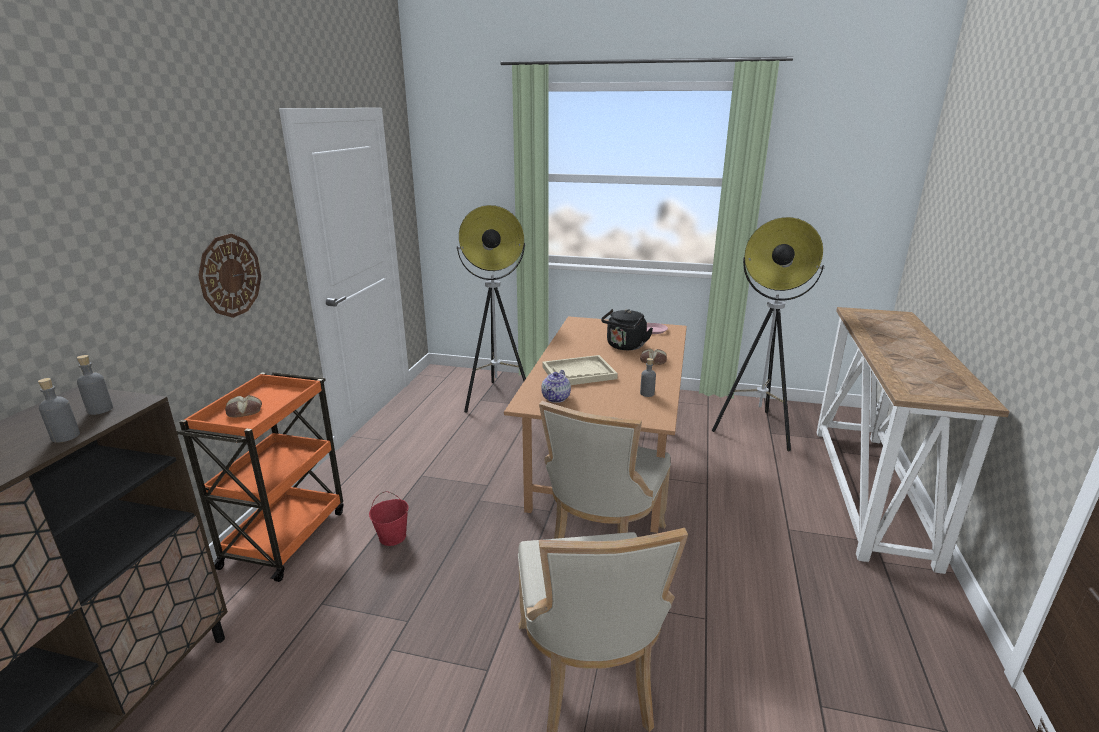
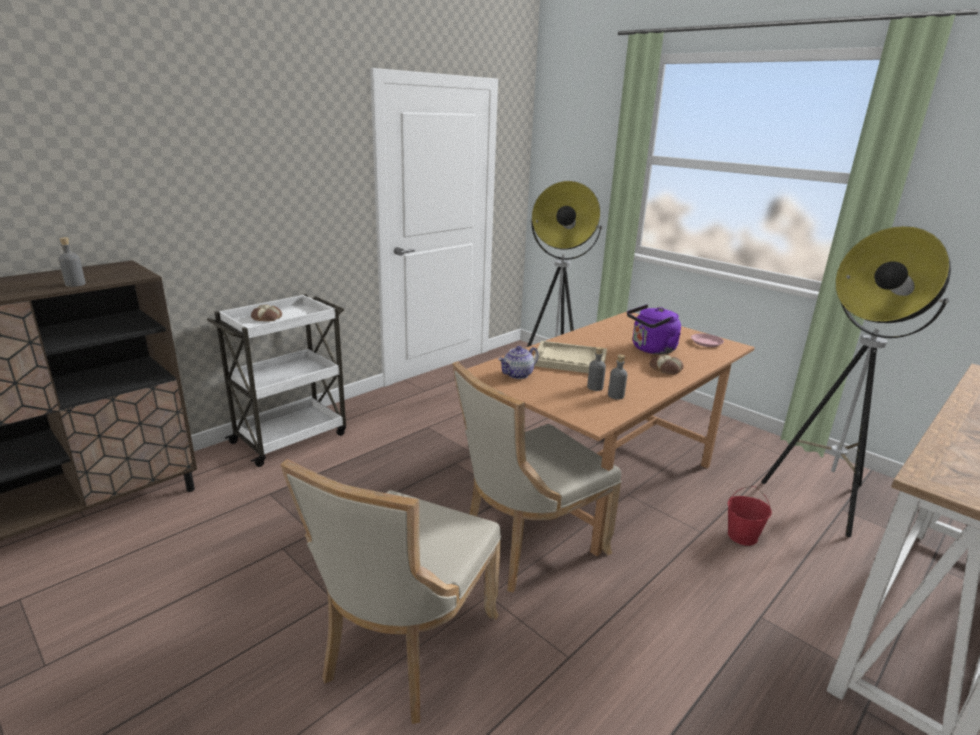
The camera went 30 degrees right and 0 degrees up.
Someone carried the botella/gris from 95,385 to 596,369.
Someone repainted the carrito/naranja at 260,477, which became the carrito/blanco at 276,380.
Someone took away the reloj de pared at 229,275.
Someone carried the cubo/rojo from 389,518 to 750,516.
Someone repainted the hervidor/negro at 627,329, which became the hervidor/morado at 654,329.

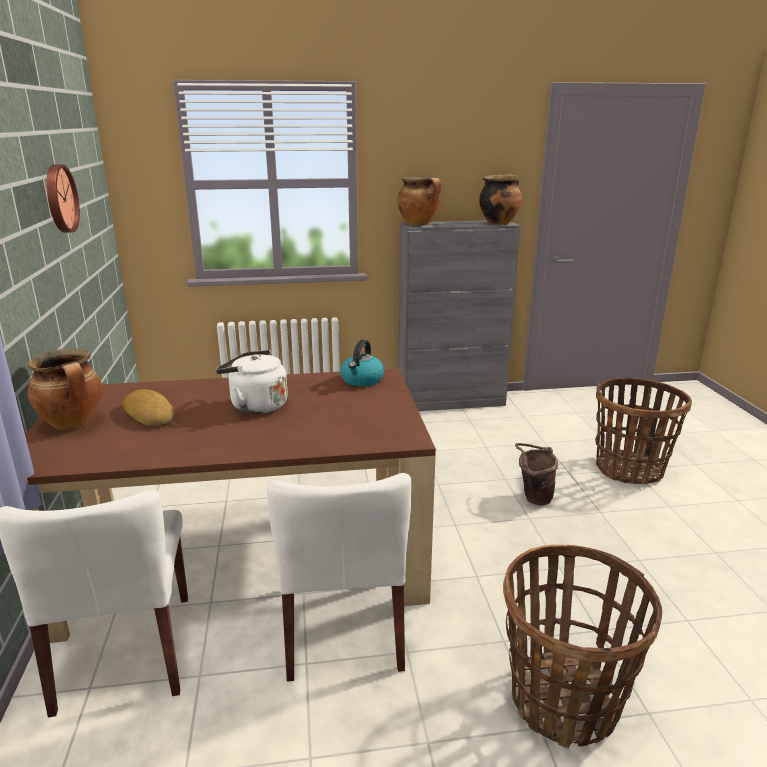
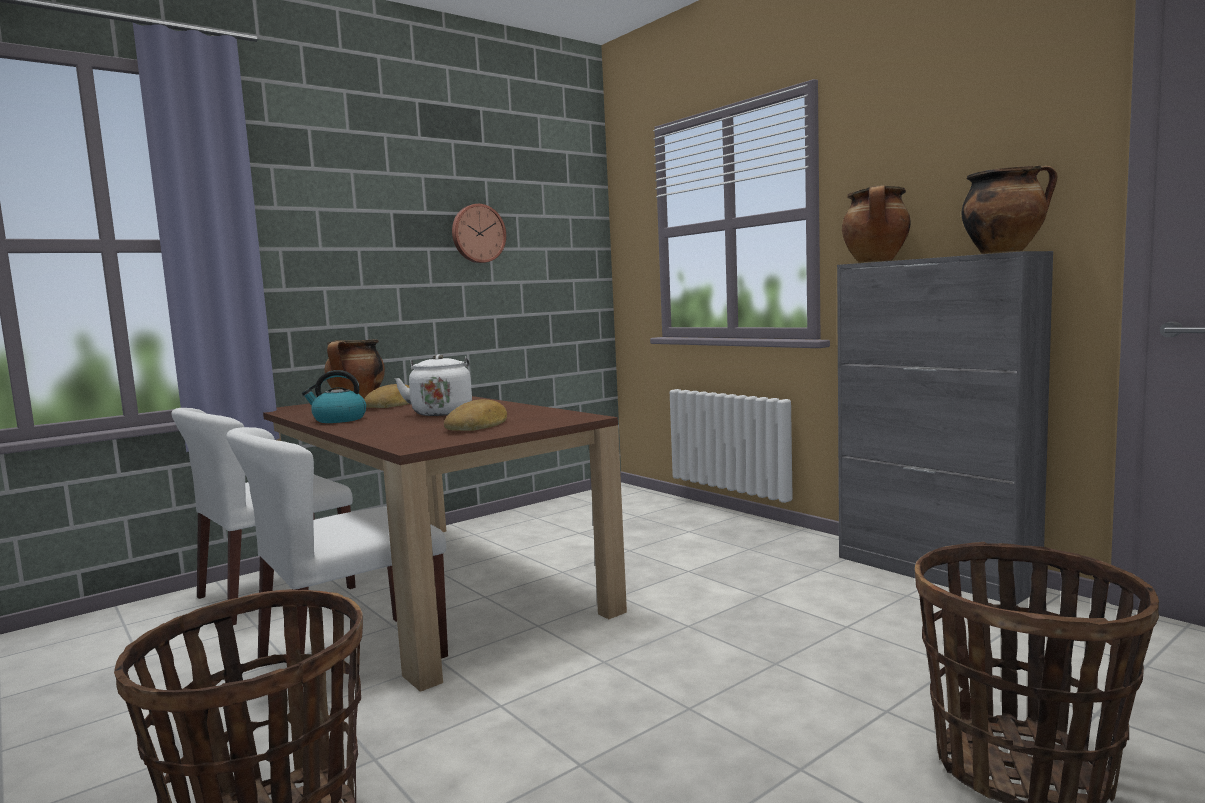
The camera went 60 degrees right and 15 degrees down.
Someone carried the hervidor from 362,363 to 334,396.
Someone took away the cubo/marrón at 536,474.
Someone put down the pan at 475,415.

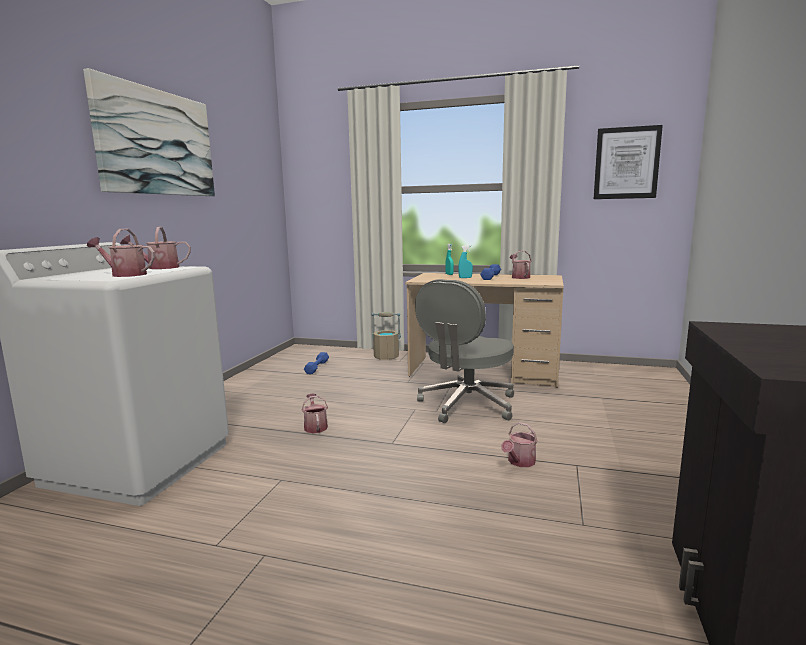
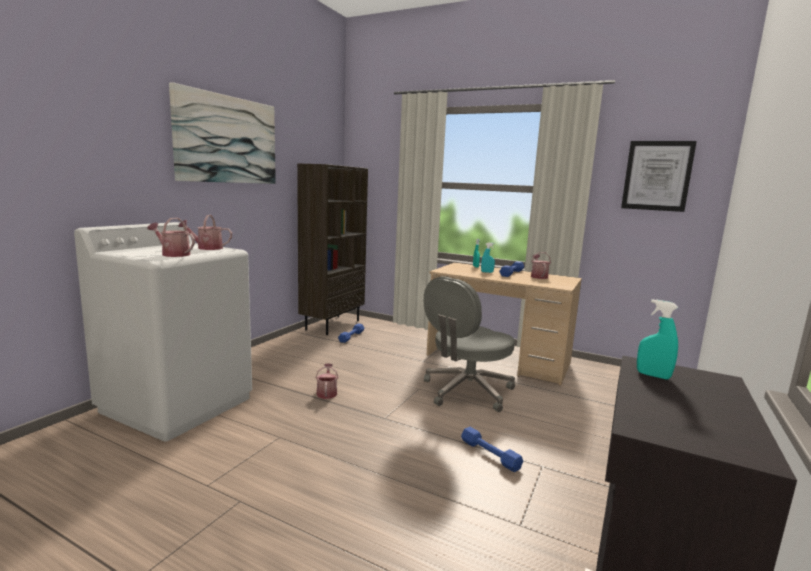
The camera went 10 degrees right and 0 degrees up.
Someone took away the cubo/beis at 386,336.
Someone swapped the regadera at 519,444 for the mancuerna/azul at 492,449.
Someone put down the estantería/marrón at 332,249.
Someone put down the pulverizador/turquesa at 657,339.

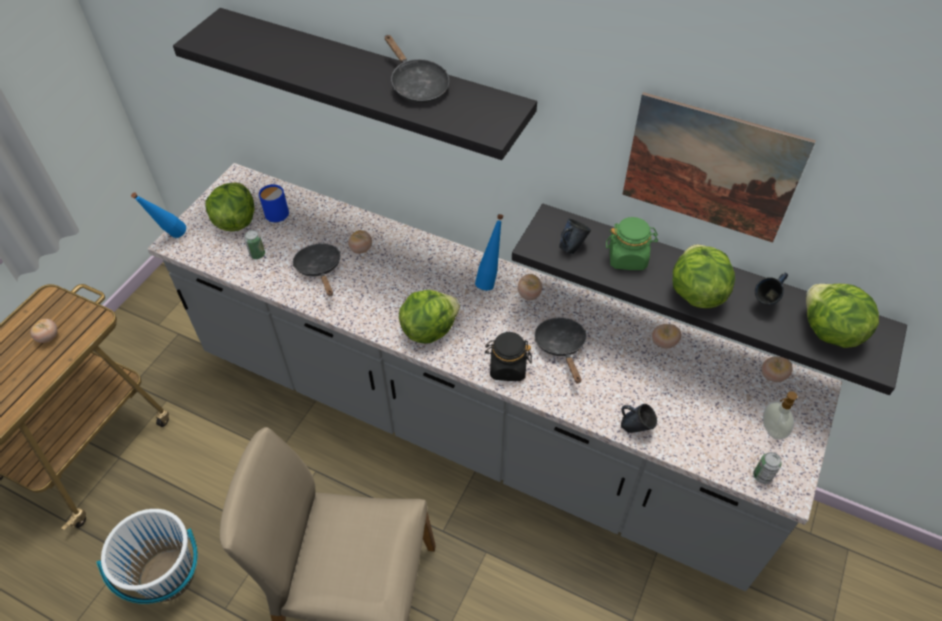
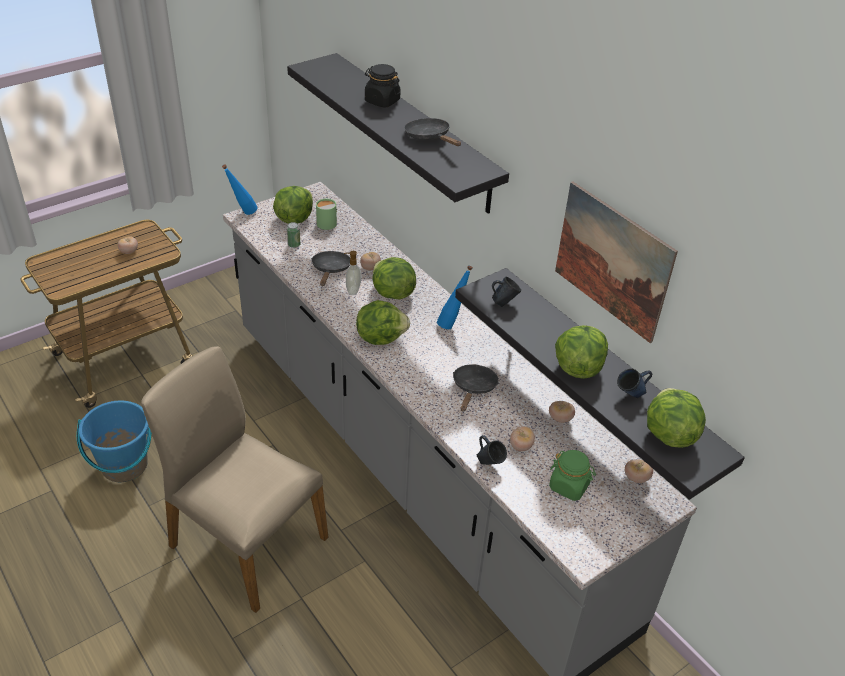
The camera went 25 degrees right and 10 degrees down.
Someone repainted the cubo/blanco at 147,556, which became the cubo/azul at 114,441.
Someone repainted the taza grande/azul at 274,203, which became the taza grande/verde at 326,214.
Someone rotated the sartén/negro at 417,69 by 150 degrees clockwise.
Someone carried the tarro/negro from 508,356 to 383,85.
Someone carried the tomate from 530,287 to 522,438.
Someone carried the tarro/verde from 632,243 to 572,475.
Someone took away the lata at 767,468.
Someone carried the dispensador de jabón from 780,415 to 352,273.
Someone put down the lechuga at 394,278.

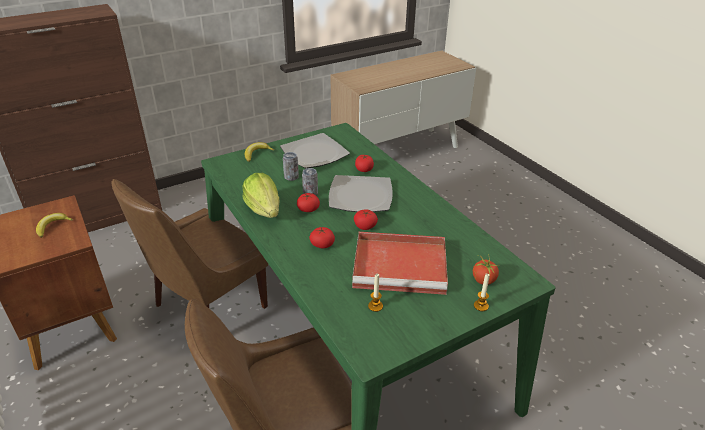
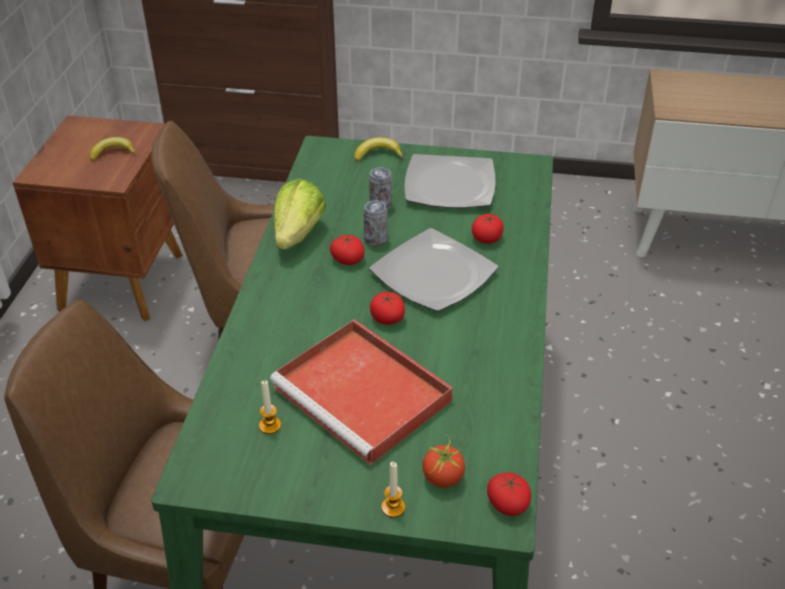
The camera went 40 degrees right and 5 degrees up.
Someone carried the tomate from 322,237 to 509,494.

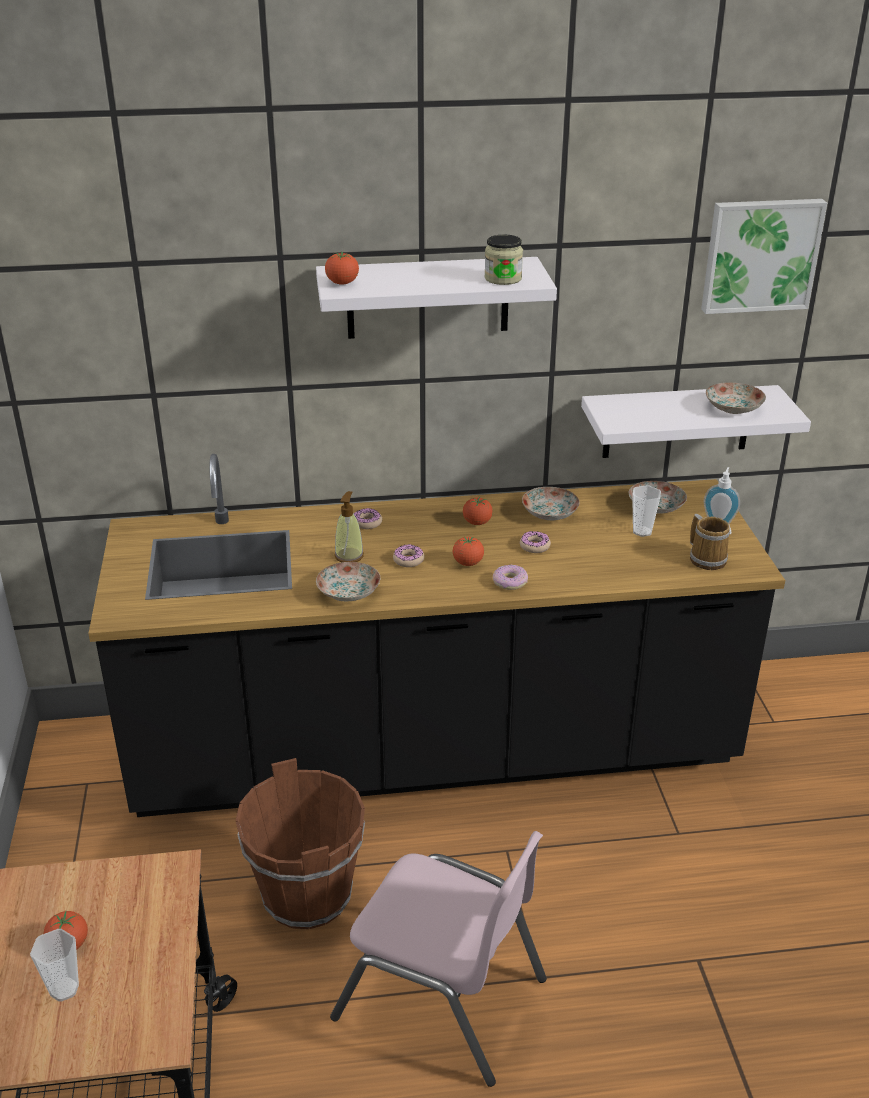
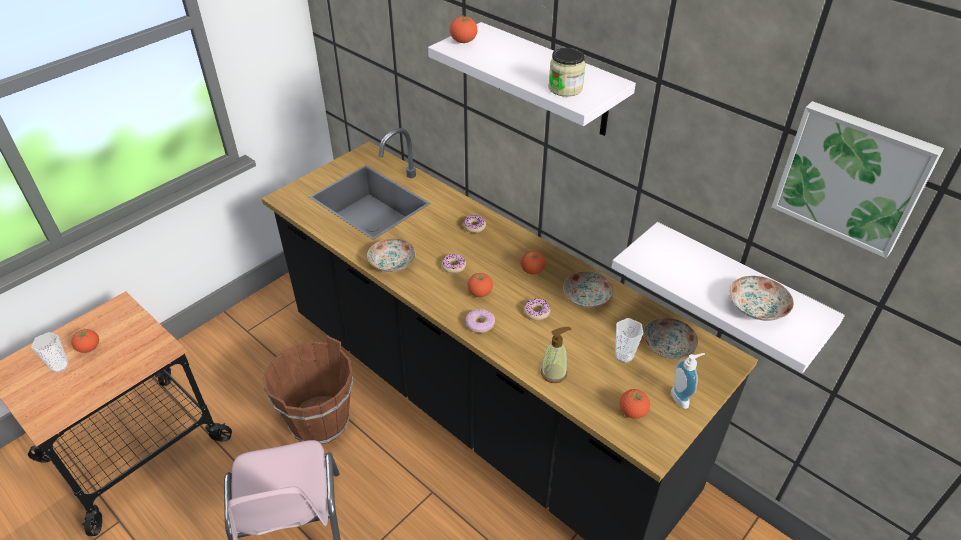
The camera went 50 degrees right and 10 degrees up.
Someone carried the dispensador de jabón from 349,526 to 556,355.
Someone swapped the taza grande at 710,542 for the tomate at 635,404.

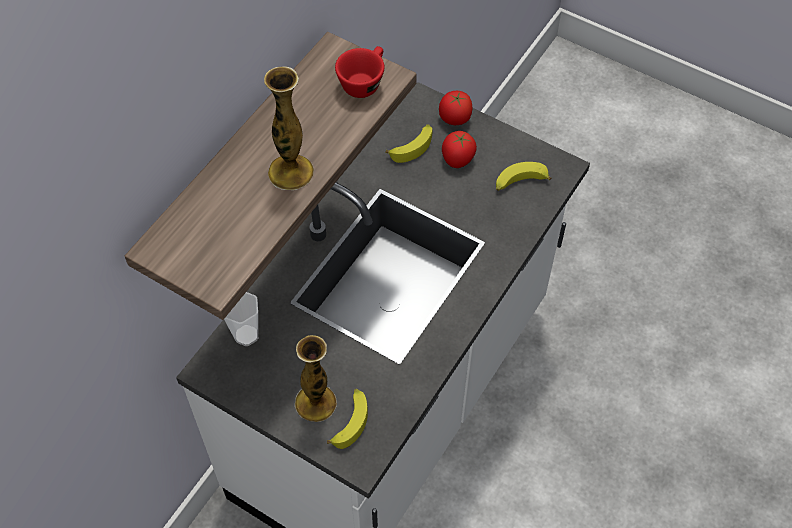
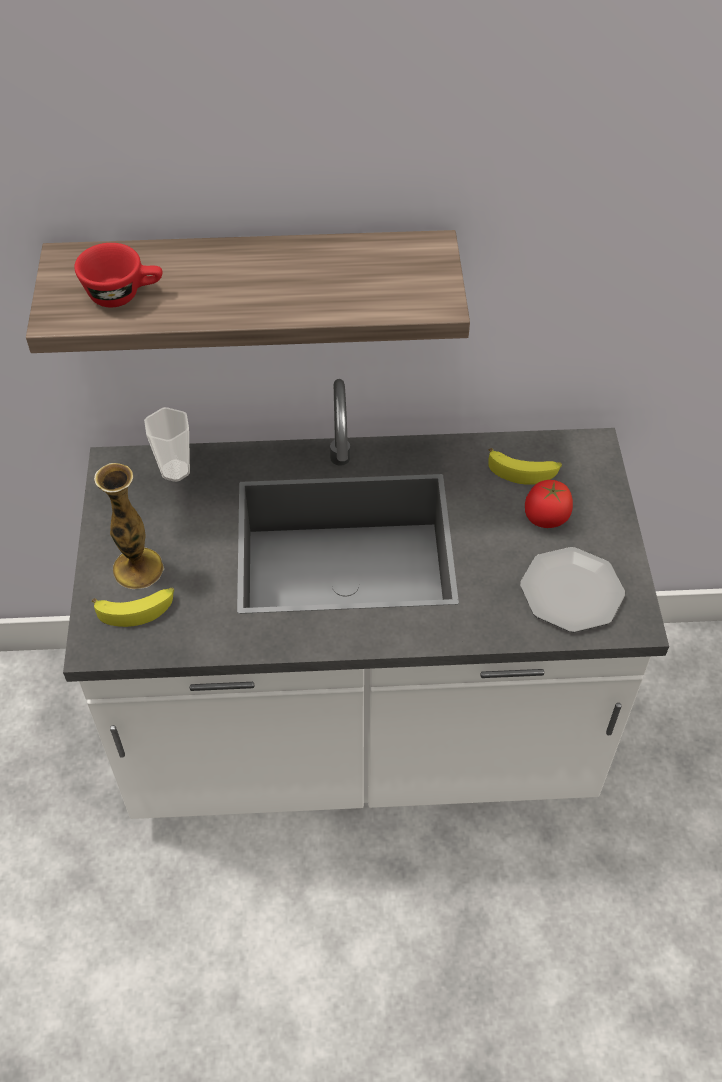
The camera went 55 degrees right and 5 degrees down.
Someone took away the florero at 289,128.
Someone carried the taza/rojo from 360,72 to 118,275.
Someone took away the tomate at 455,108.
Someone swapped the plátano at 523,176 for the plato at 572,589.

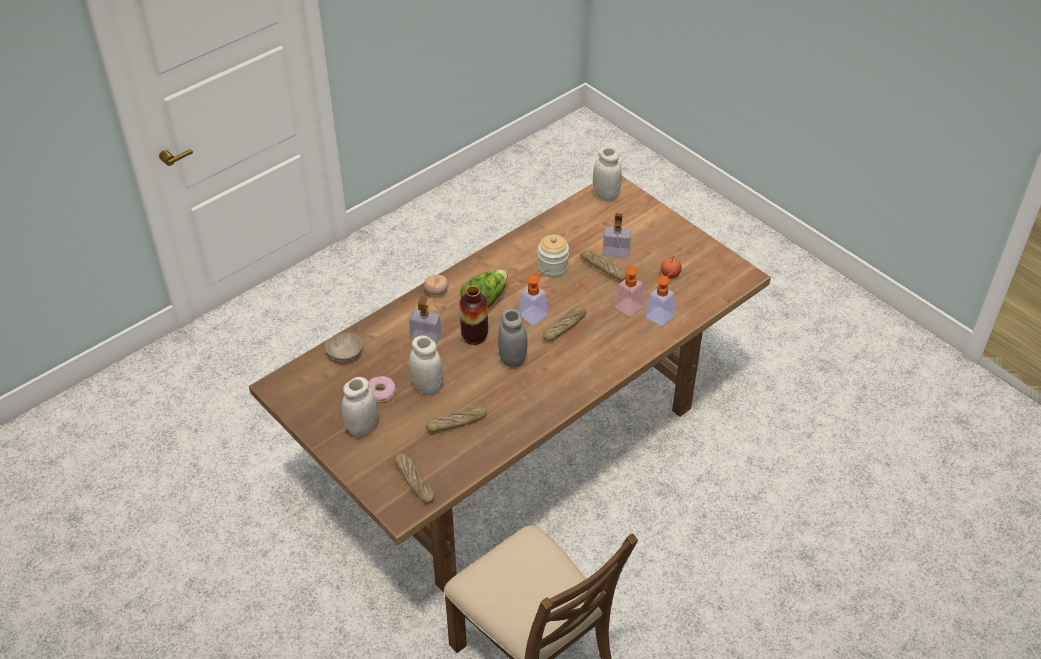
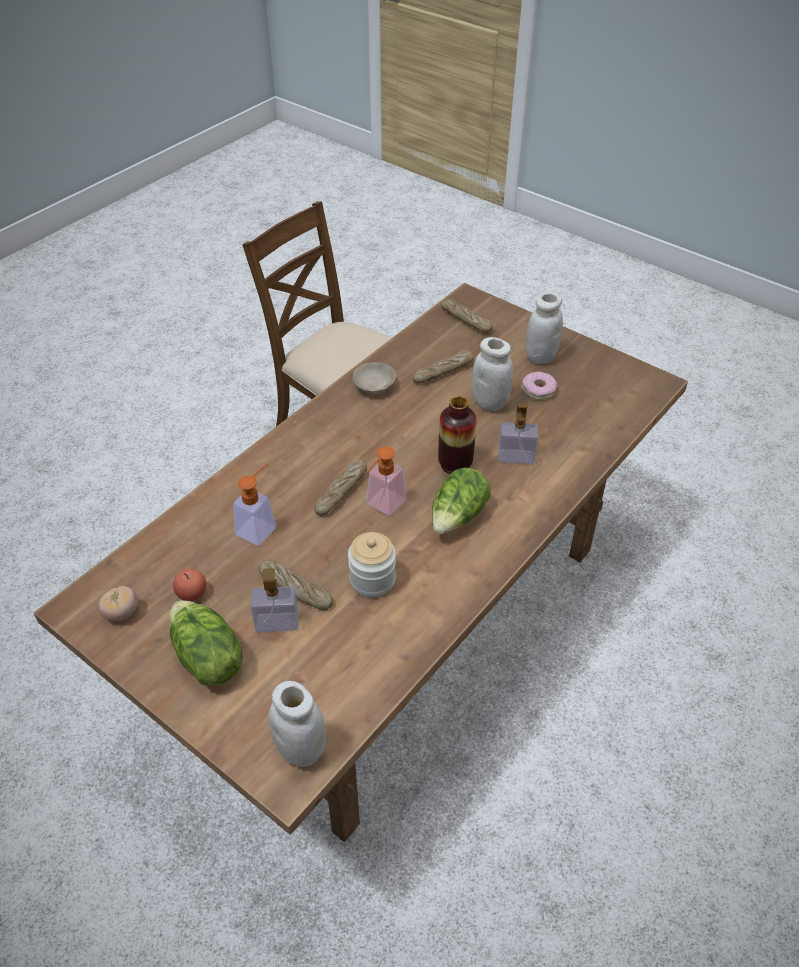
The camera went 170 degrees right and 0 degrees up.
Someone carried the cuenco/beis from 344,347 to 374,378.
Someone carried the tomate from 436,285 to 118,603.
Someone took away the tarro/gris at 513,337.
Someone took away the dispensador de jabón at 661,297.
Someone put down the lechuga at 206,643.

